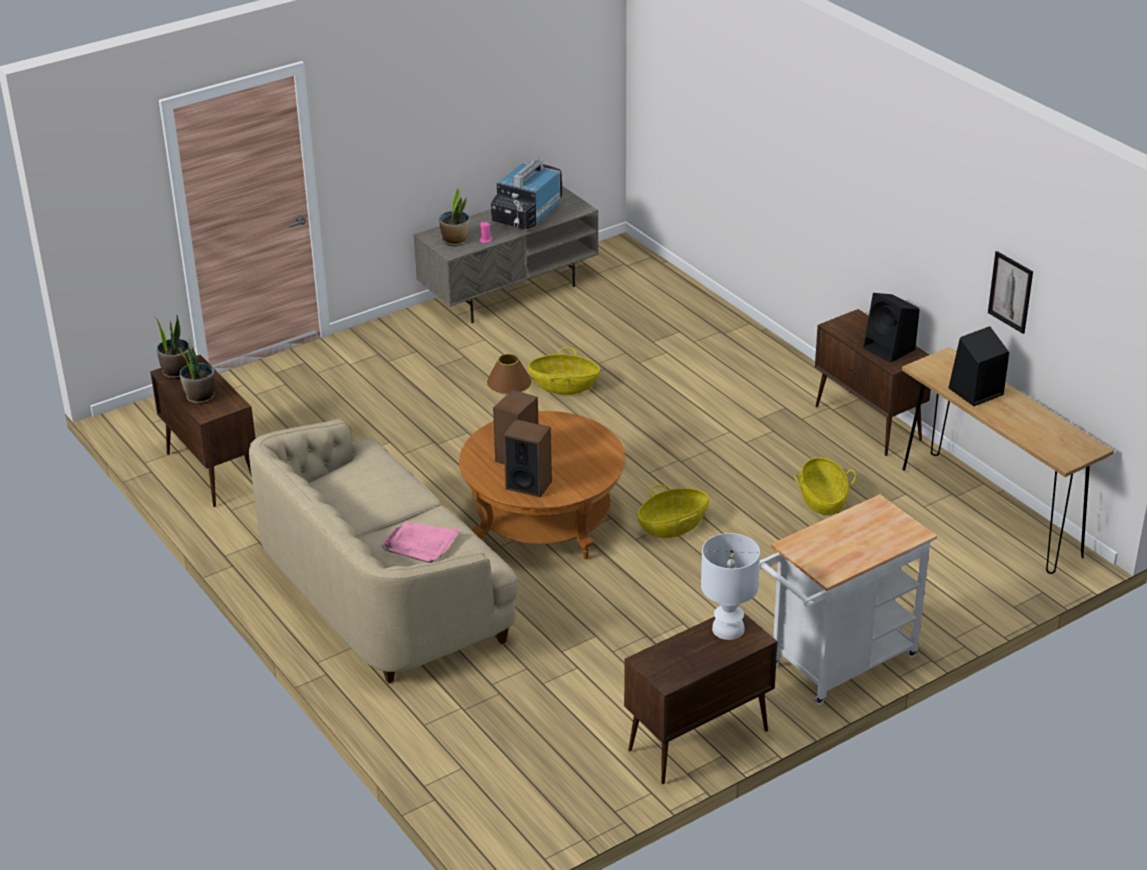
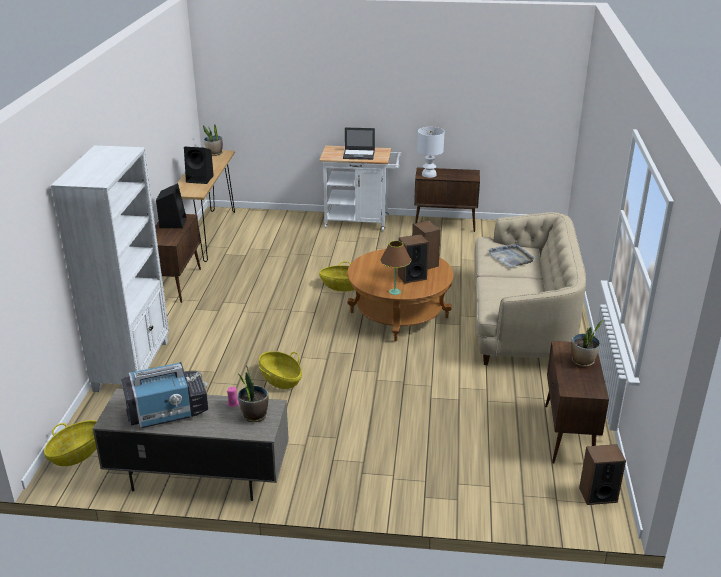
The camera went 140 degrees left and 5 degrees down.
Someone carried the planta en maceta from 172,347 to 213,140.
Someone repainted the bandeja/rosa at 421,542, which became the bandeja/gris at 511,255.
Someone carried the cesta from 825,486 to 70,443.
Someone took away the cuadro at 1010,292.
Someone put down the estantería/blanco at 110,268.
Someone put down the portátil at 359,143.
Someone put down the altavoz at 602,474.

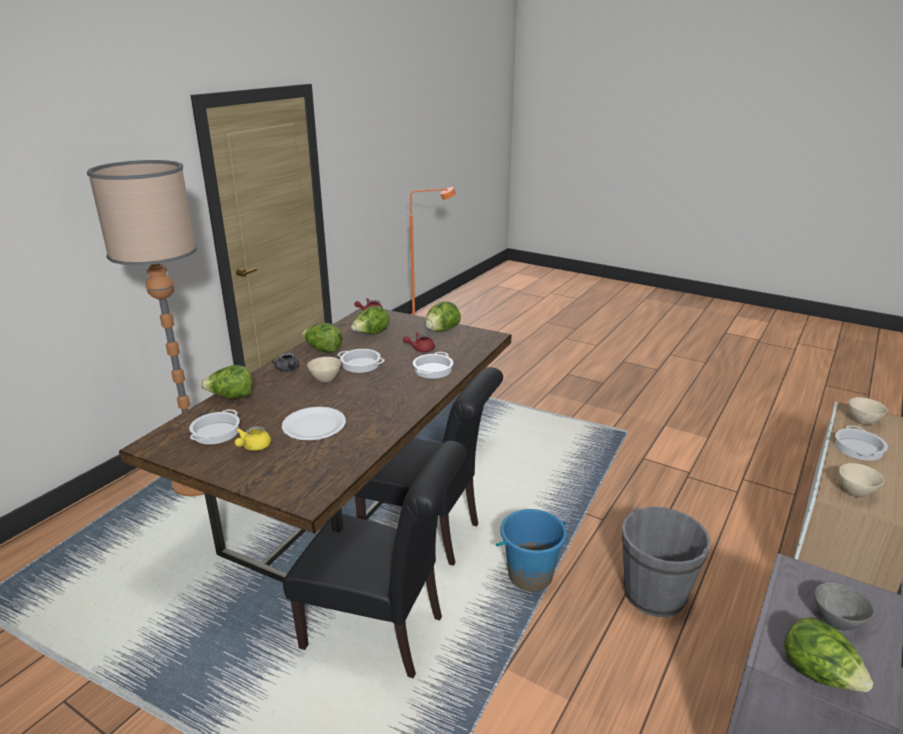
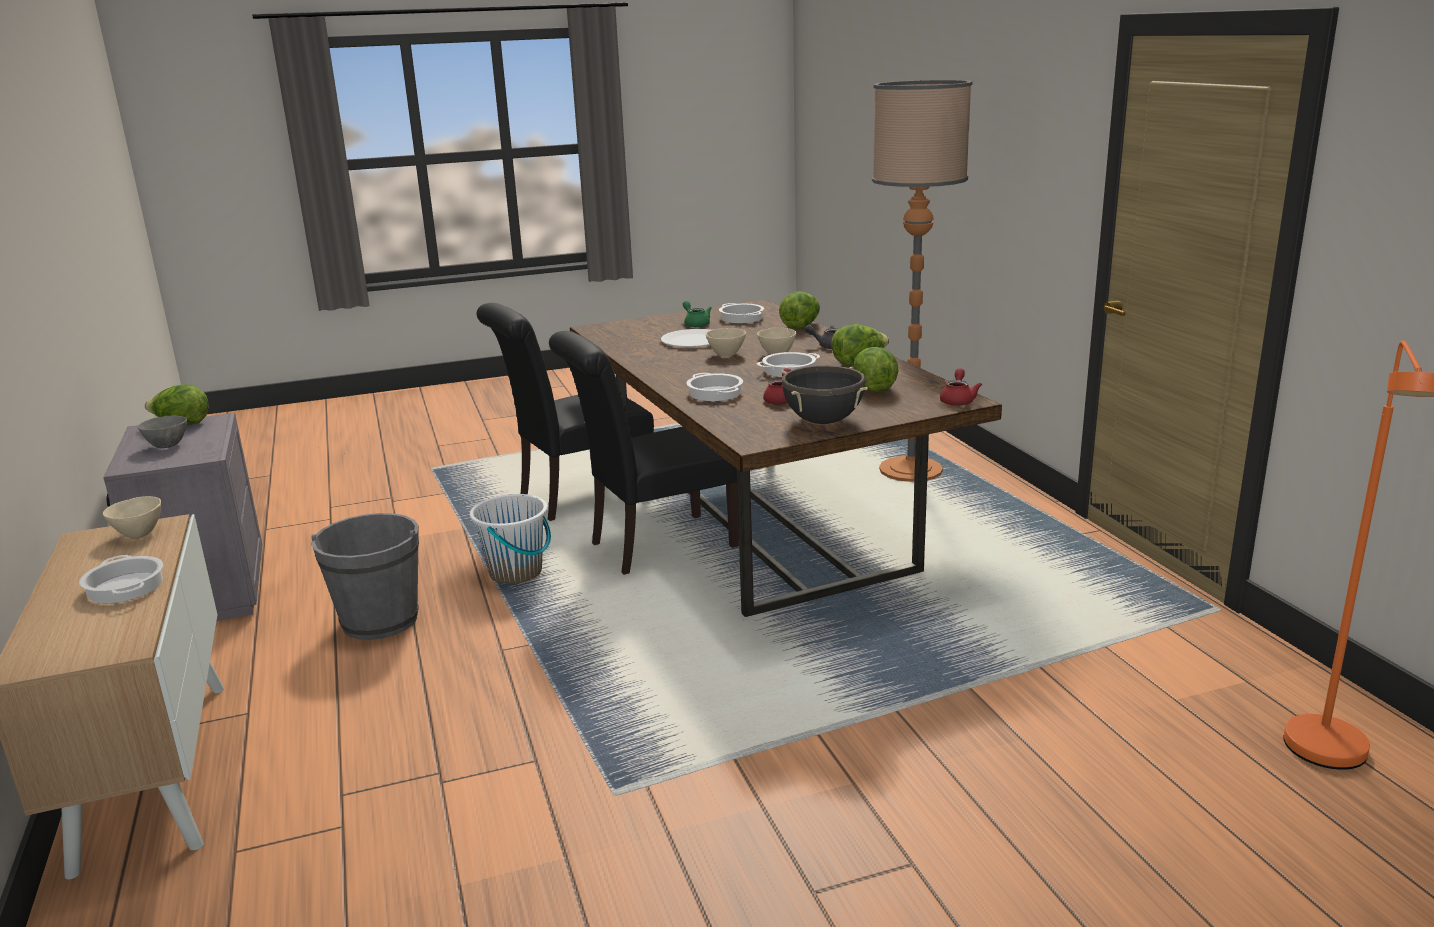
The camera went 130 degrees right and 5 degrees down.
Someone repainted the tetera/amarillo at 253,438, which became the tetera/verde at 697,314.
Someone swapped the lechuga at 443,316 for the olla/negro at 824,394.
Someone repainted the cubo/azul at 531,550, which became the cubo/blanco at 510,538.
Someone carried the cuenco/beis from 868,411 to 726,342.

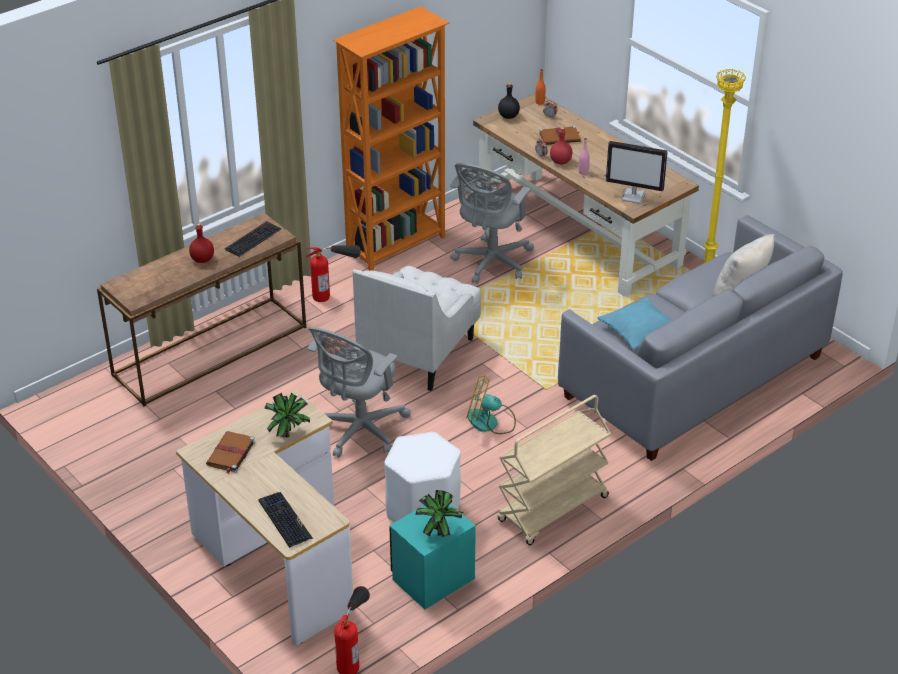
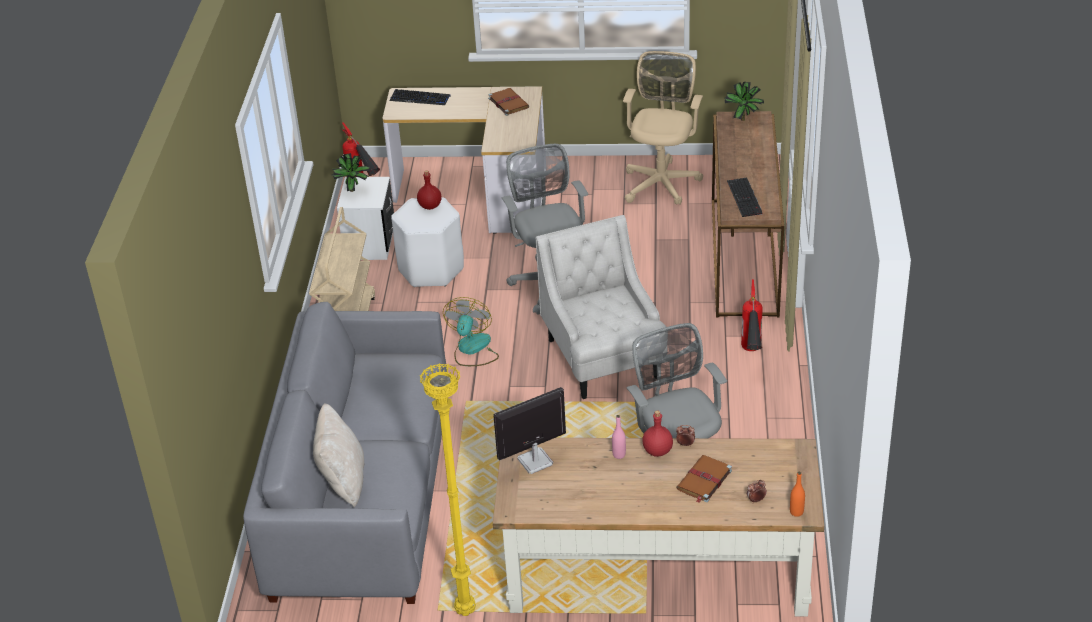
The camera went 135 degrees right and 0 degrees up.
Someone carried the botella/rojo from 201,243 to 429,190.
Someone carried the planta en maceta from 287,415 to 744,101.
Someone took away the estantería/naranja at 391,138.
Someone repainted the mesita de noche/turquesa at 432,557, which became the mesita de noche/blanco at 365,218.
Someone rotated the ventilador at 491,405 by 45 degrees counterclockwise.
Someone took away the botella/negro at 509,101.
Someone took away the cojín/turquesa at 634,323.
Someone put down the silla de oficina/beis at 663,128.

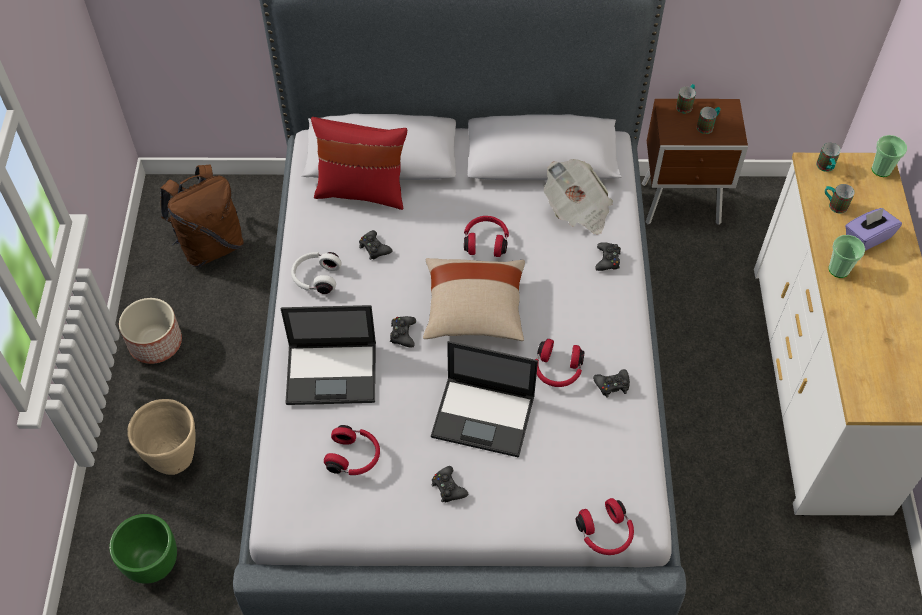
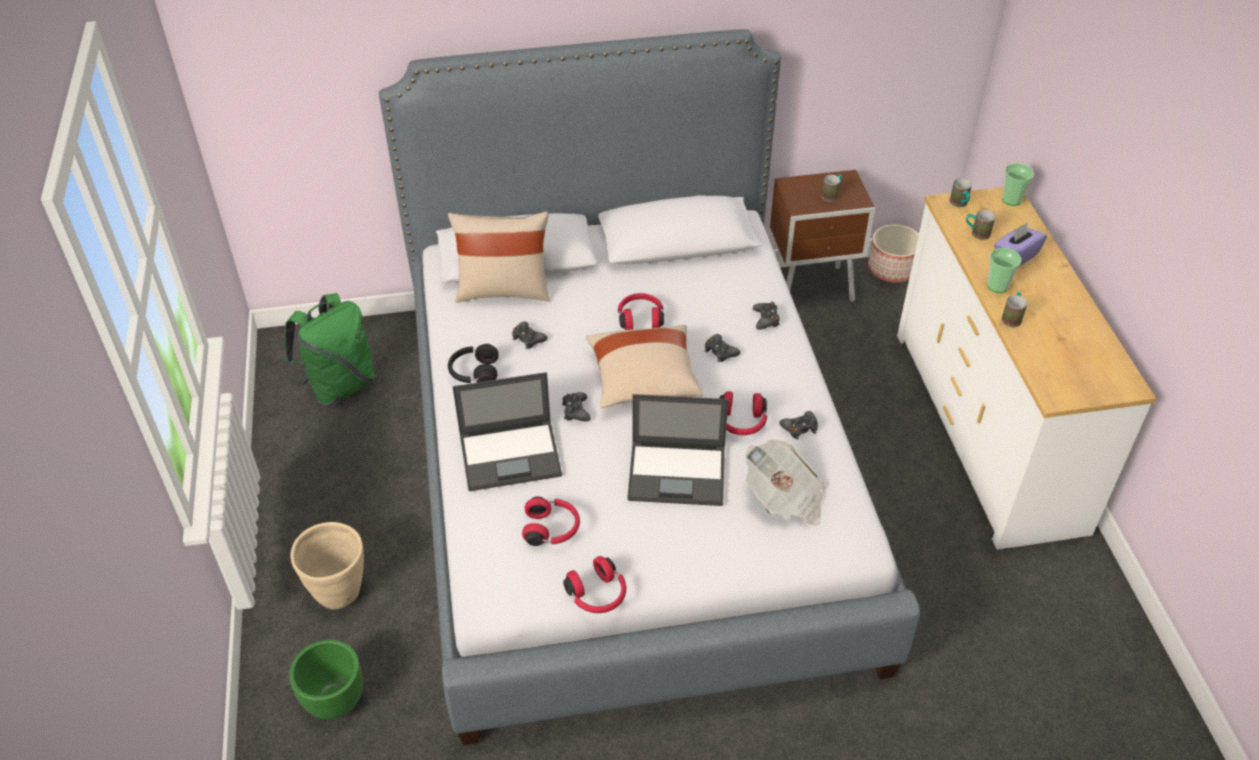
The camera went 10 degrees left and 10 degrees down.
Someone carried the maceta from 150,331 to 893,253.
Someone repainted the mochila/marrón at 202,216, which became the mochila/verde at 330,349.
Someone repainted the auriculares/blanco at 316,273, which became the auriculares/negro at 473,363.
Someone repainted the cojín/rojo at 359,163, which became the cojín/beis at 499,257.
Someone carried the mando de consola/negro from 449,484 to 723,348.
Someone carried the periódico from 578,197 to 784,483.
Someone carried the auriculares/rojo from 605,526 to 594,584.
Someone carried the taza grande from 686,98 to 1014,309.

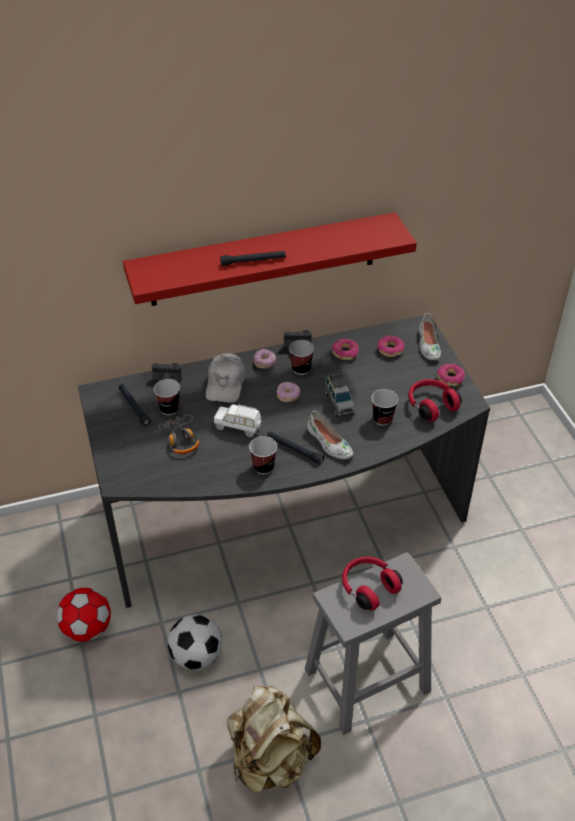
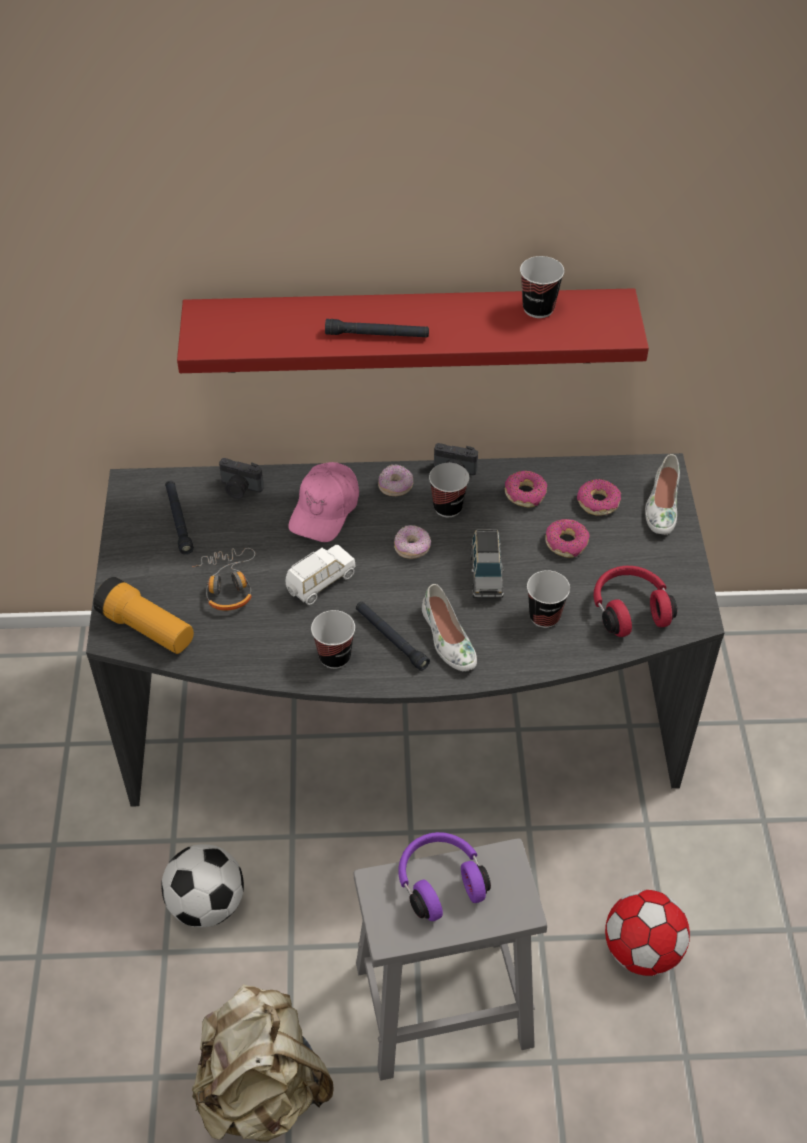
The camera went 15 degrees right and 5 degrees up.
Someone carried the balón de fútbol from 84,615 to 647,933.
Someone carried the taza from 167,397 to 542,287.
Someone repainted the gorra/blanco at 226,378, which became the gorra/rosa at 323,502.
Someone rotated the coche de juguete/blanco at 238,420 by 105 degrees clockwise.
Someone repainted the auriculares/rojo at 372,583, which became the auriculares/morado at 444,876.
Someone carried the rosquilla from 451,375 to 567,538.
Someone put down the linterna at 143,615.

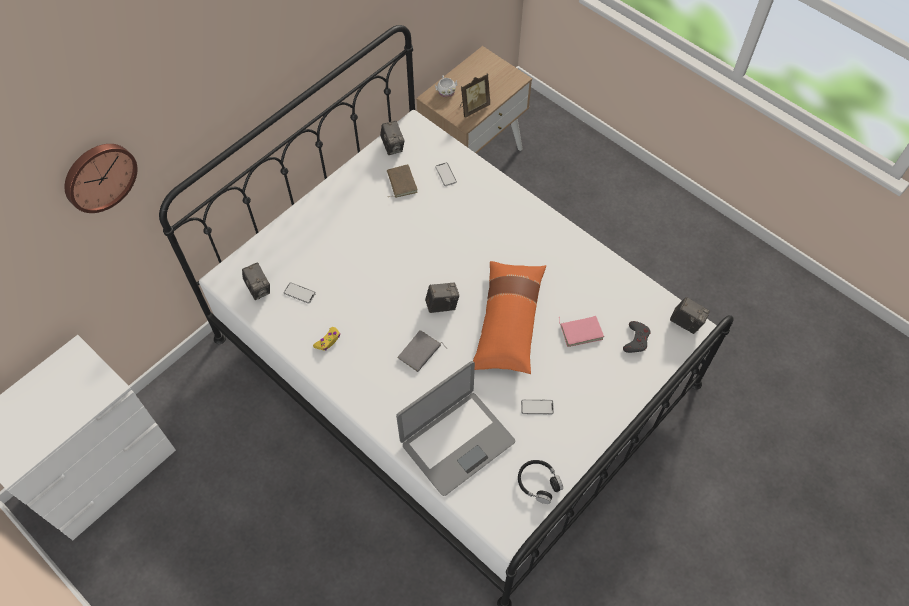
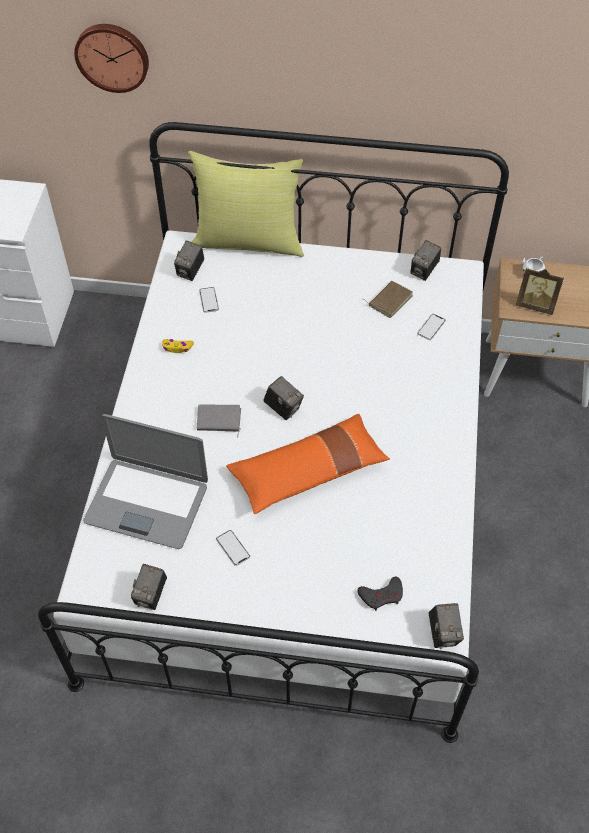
The camera went 55 degrees right and 5 degrees down.
Someone swapped the auriculares/negro at 540,482 for the cámara at 149,587.
Someone took away the libro/rosa at 581,331.
Someone put down the cojín/amarillo at 246,204.

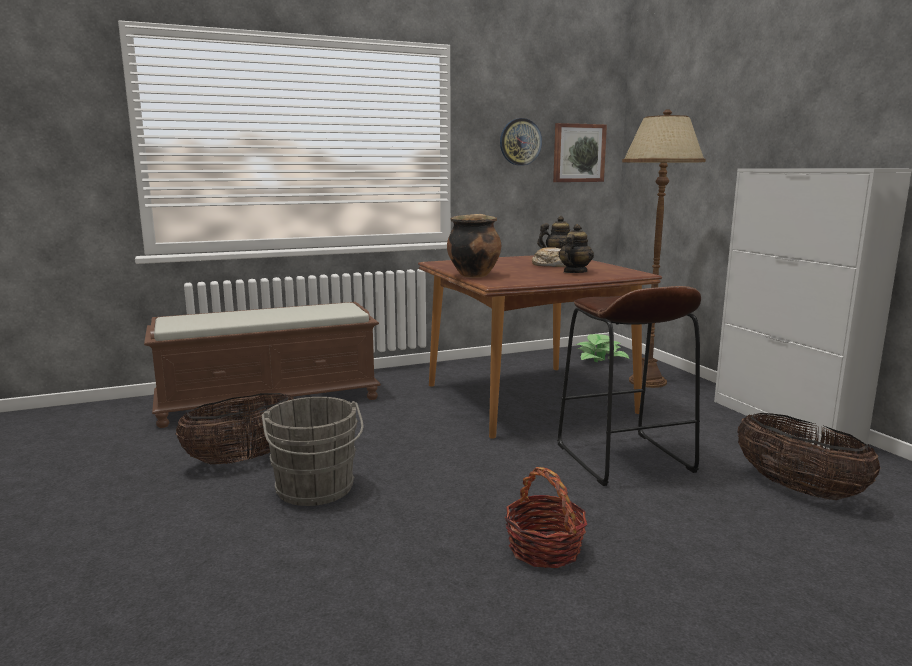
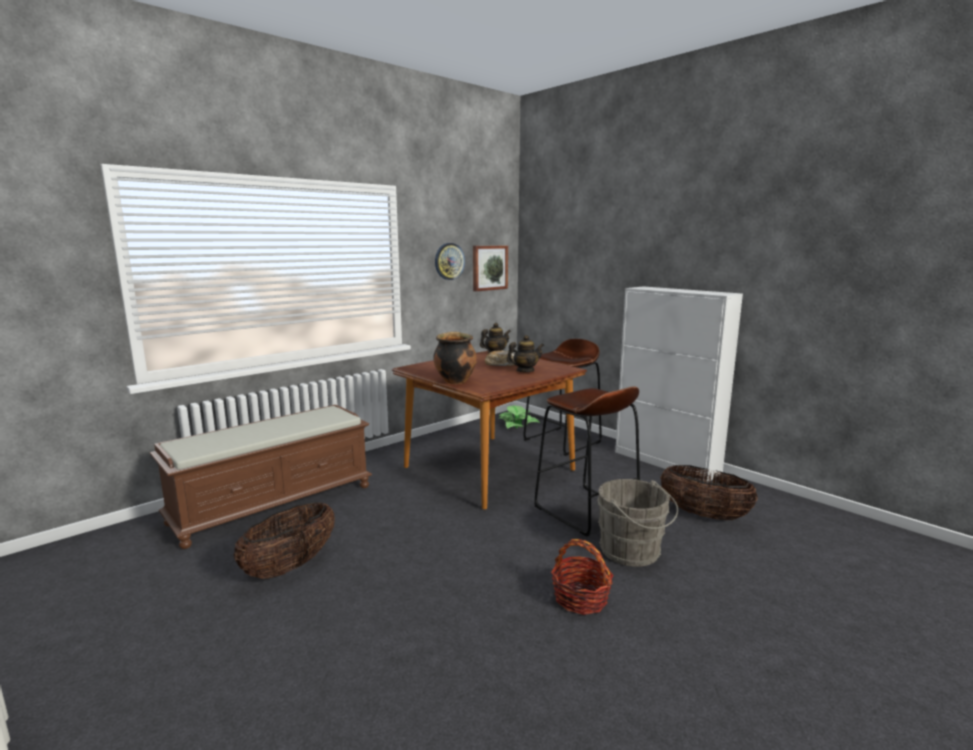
The camera went 20 degrees left and 0 degrees up.
Someone carried the cubo/gris from 313,451 to 637,523.
Someone rotated the tetera at 576,248 by 60 degrees clockwise.
Someone swapped the lámpara de pie/marrón at 664,248 for the taburete/marrón at 562,397.

